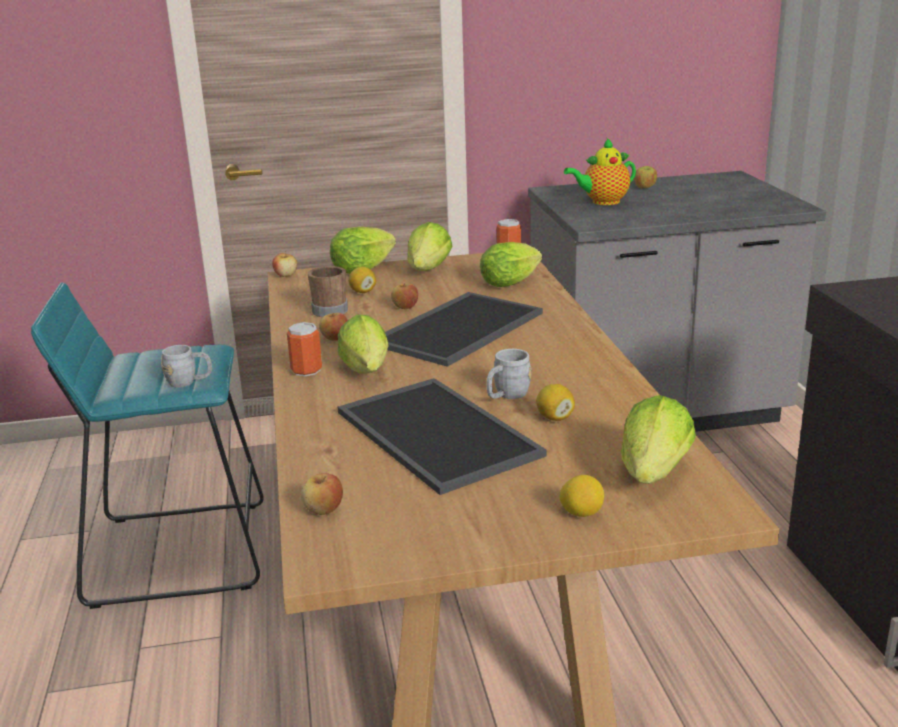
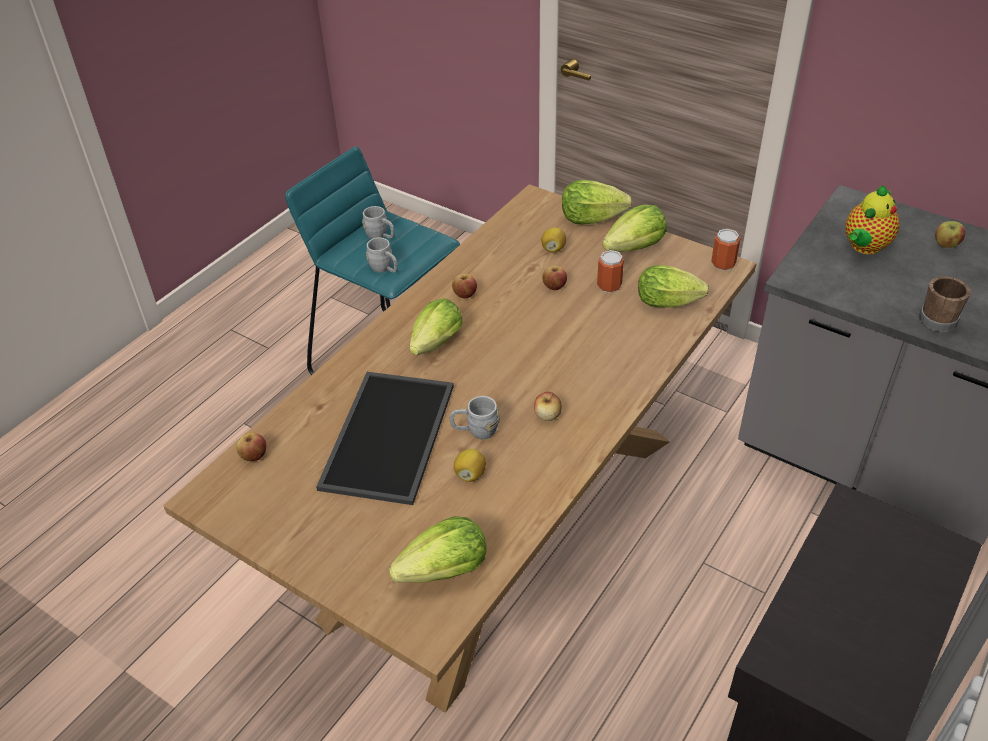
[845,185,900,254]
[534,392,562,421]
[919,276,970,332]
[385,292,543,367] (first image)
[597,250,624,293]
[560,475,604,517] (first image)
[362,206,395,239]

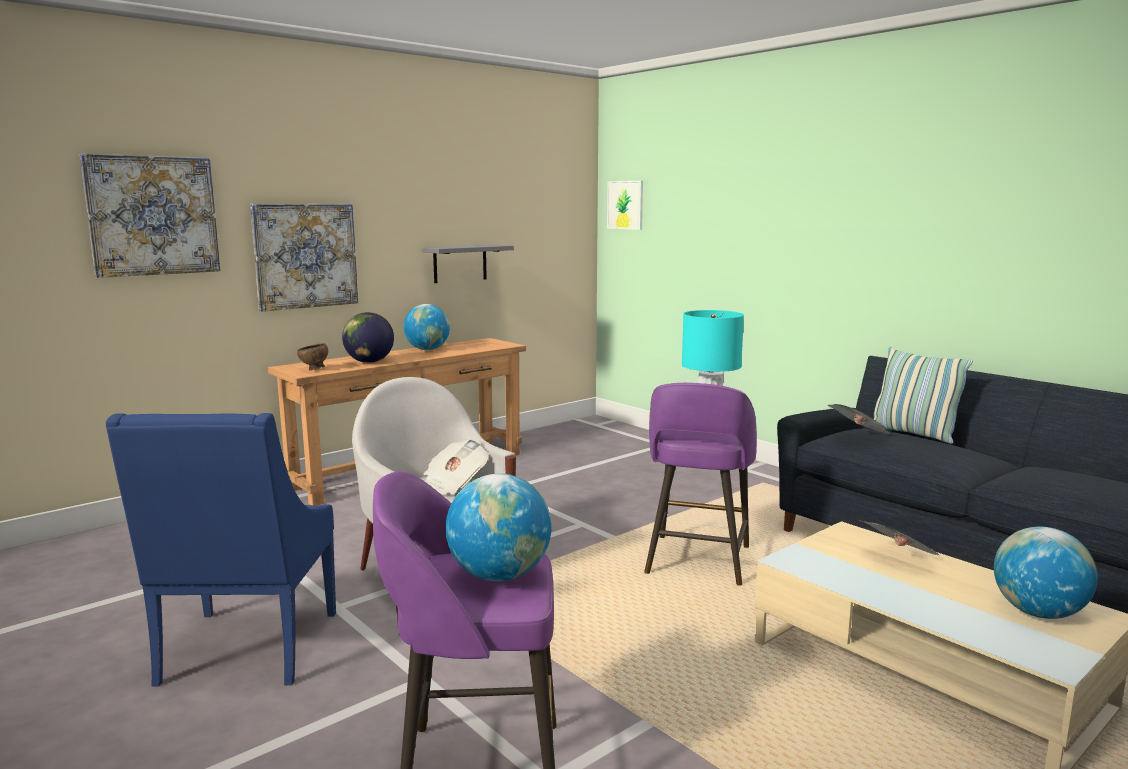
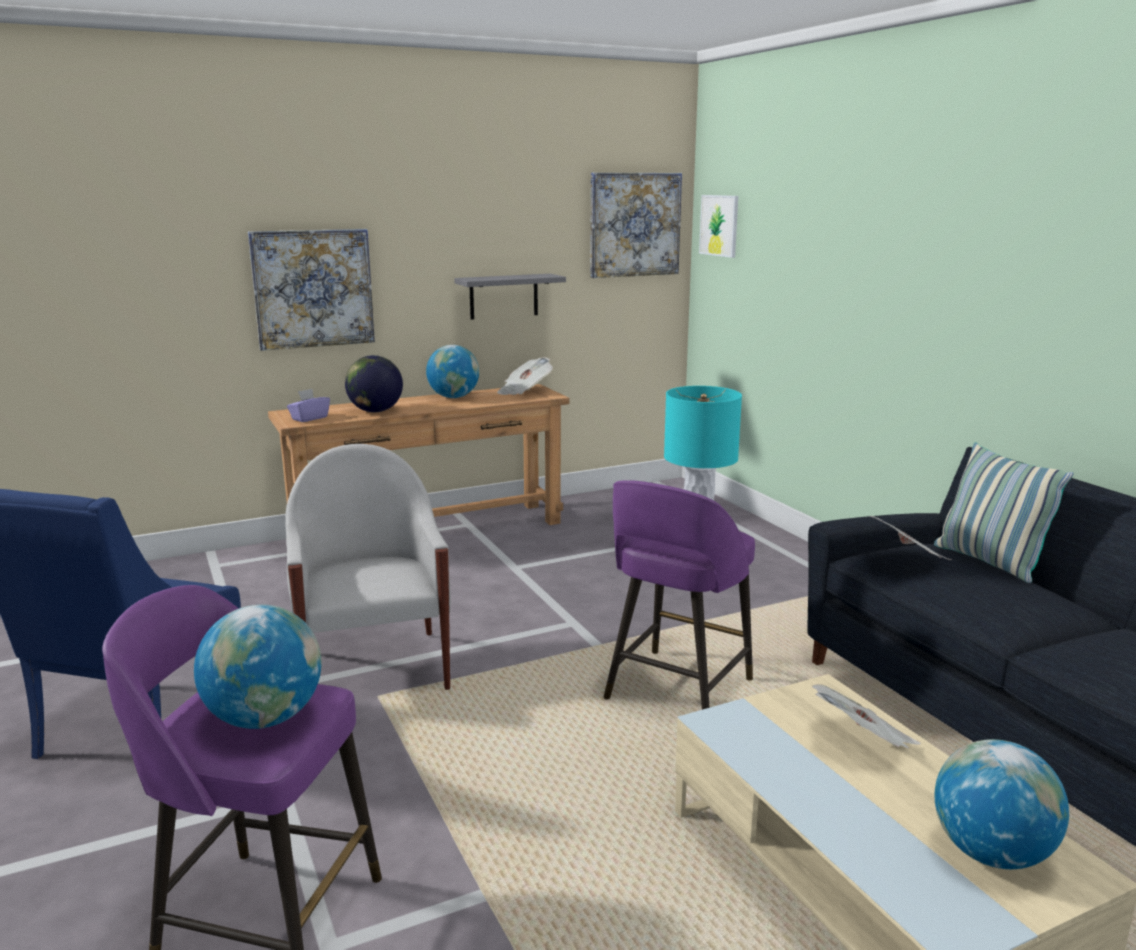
[590,173,682,278]
[287,389,330,422]
[497,357,553,395]

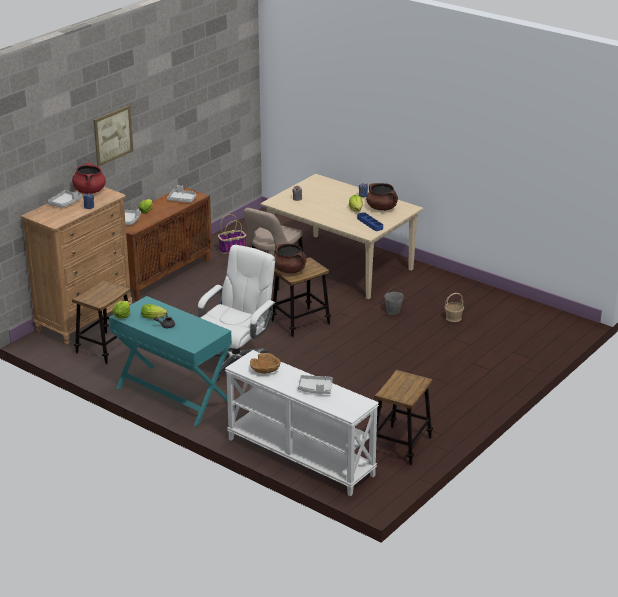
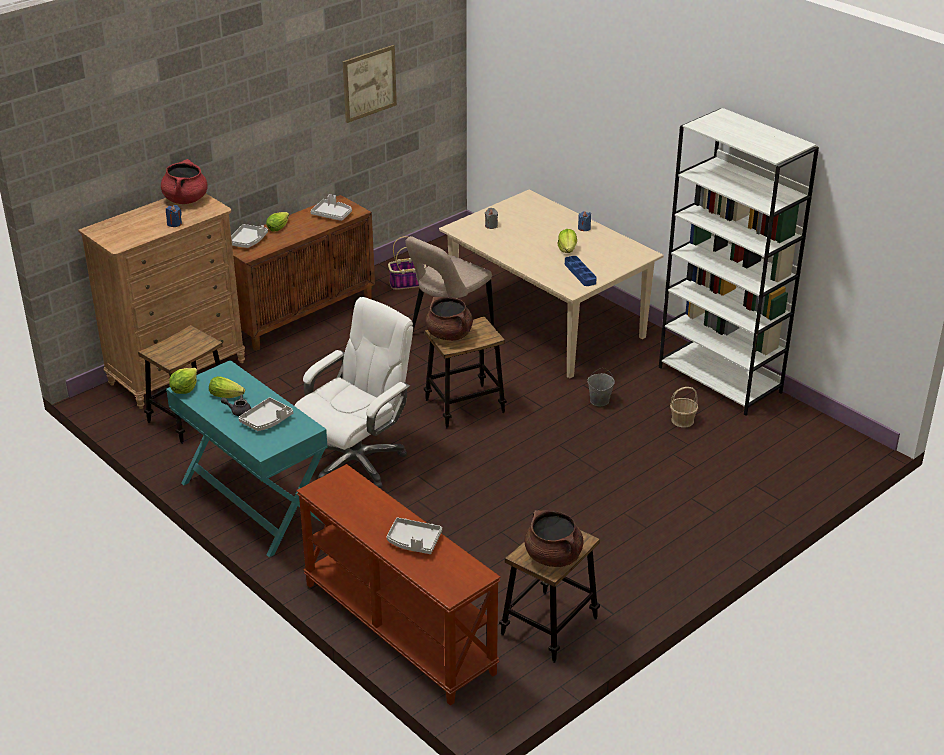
[343,45,397,123]
[524,510,583,567]
[238,397,293,431]
[297,464,501,706]
[250,353,281,374] (first image)
[659,108,819,415]

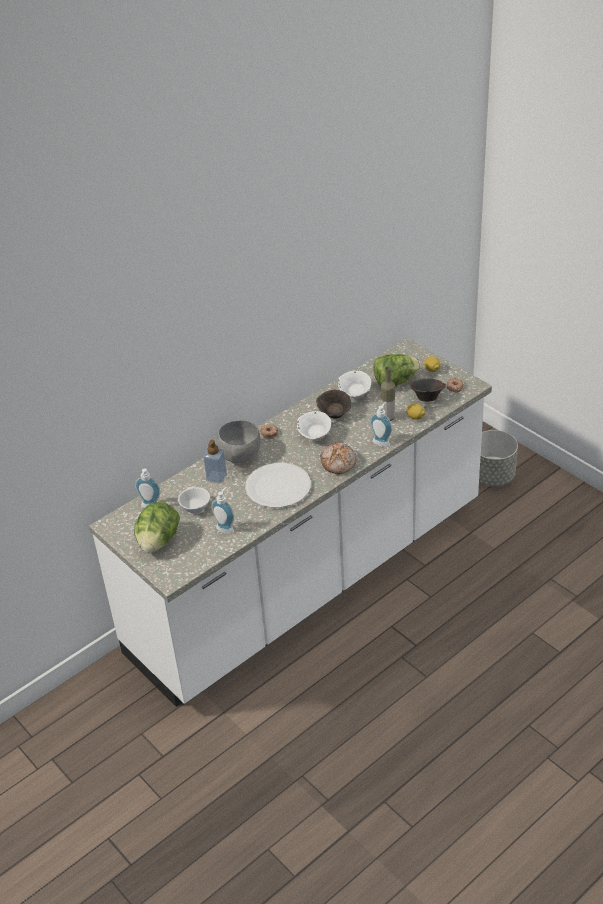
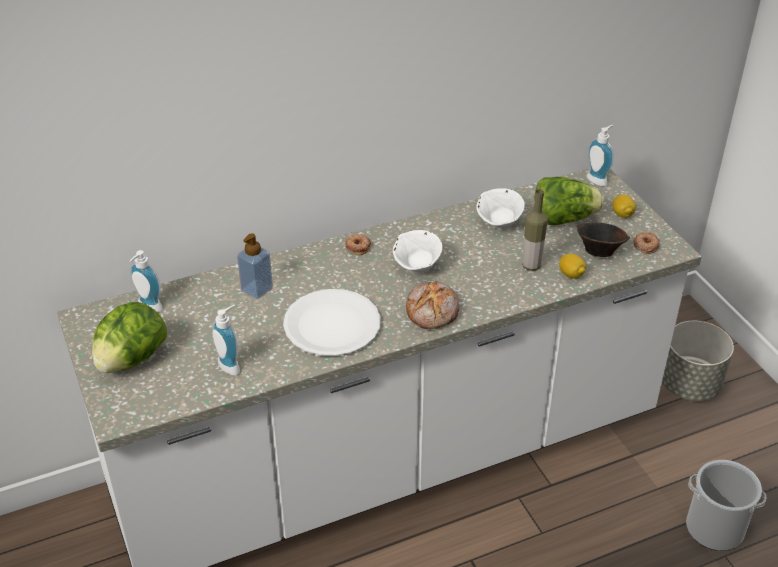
[316,390,351,418] (first image)
[587,125,614,186]
[216,420,261,463] (first image)
[178,487,210,514] (first image)
[686,460,766,551]

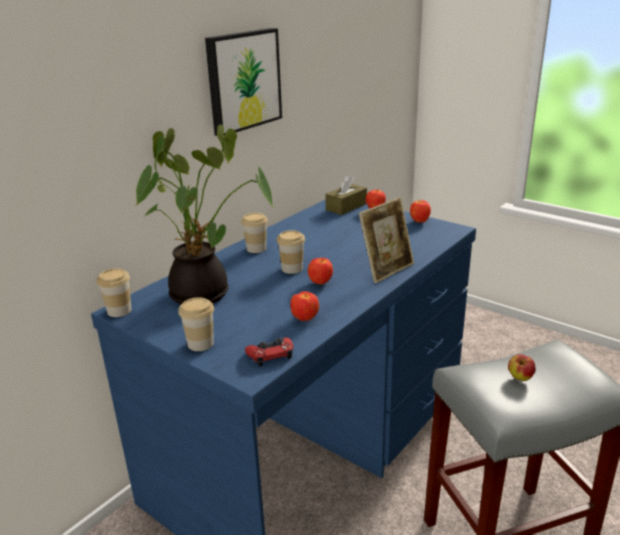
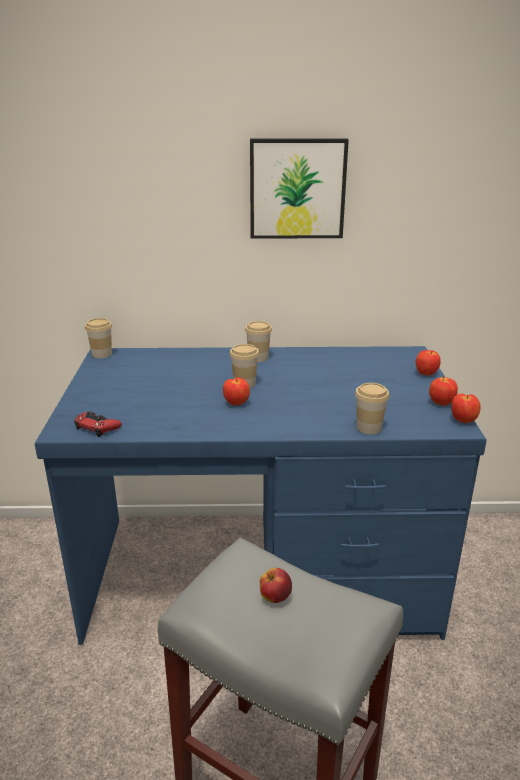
[136,124,274,305] (first image)
[325,175,367,215] (first image)
[359,197,414,283] (first image)
[451,393,481,423]
[355,383,389,434]

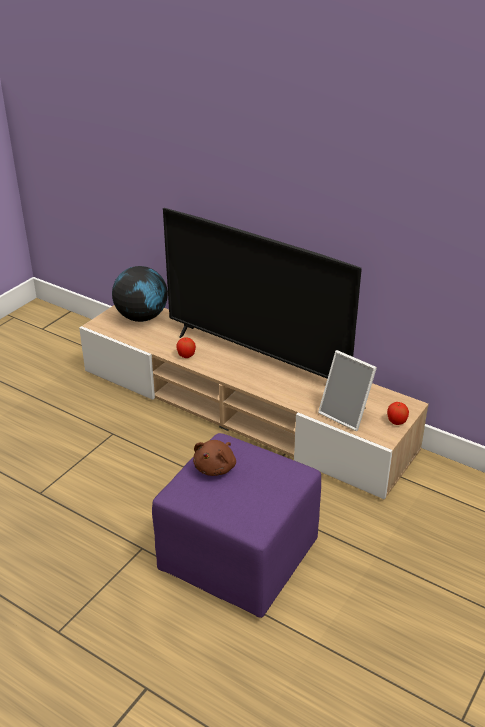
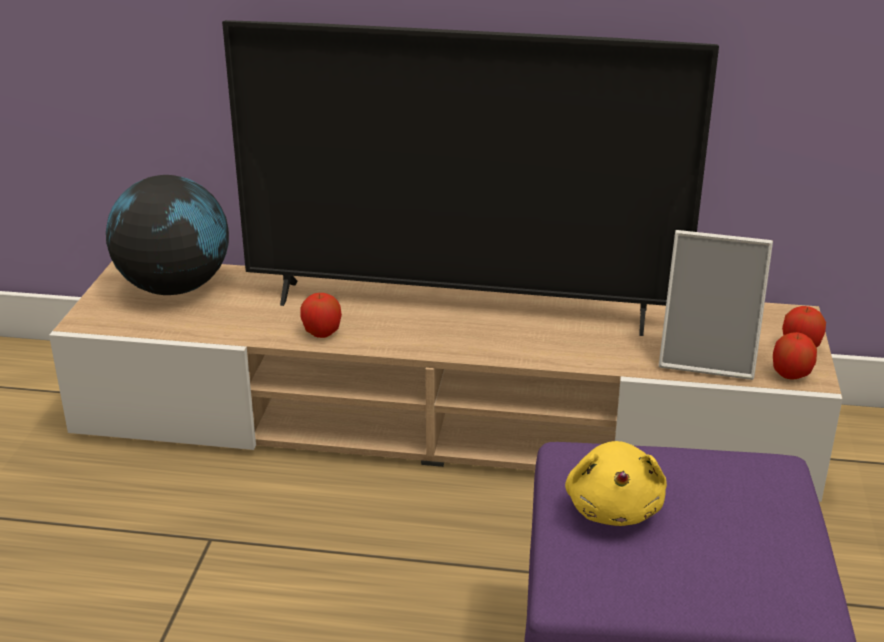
[565,441,667,526]
[773,332,817,380]

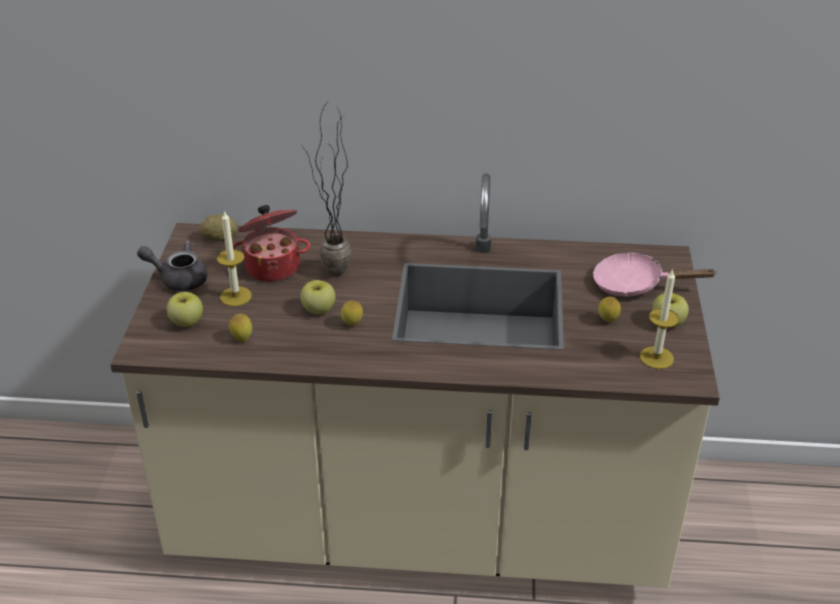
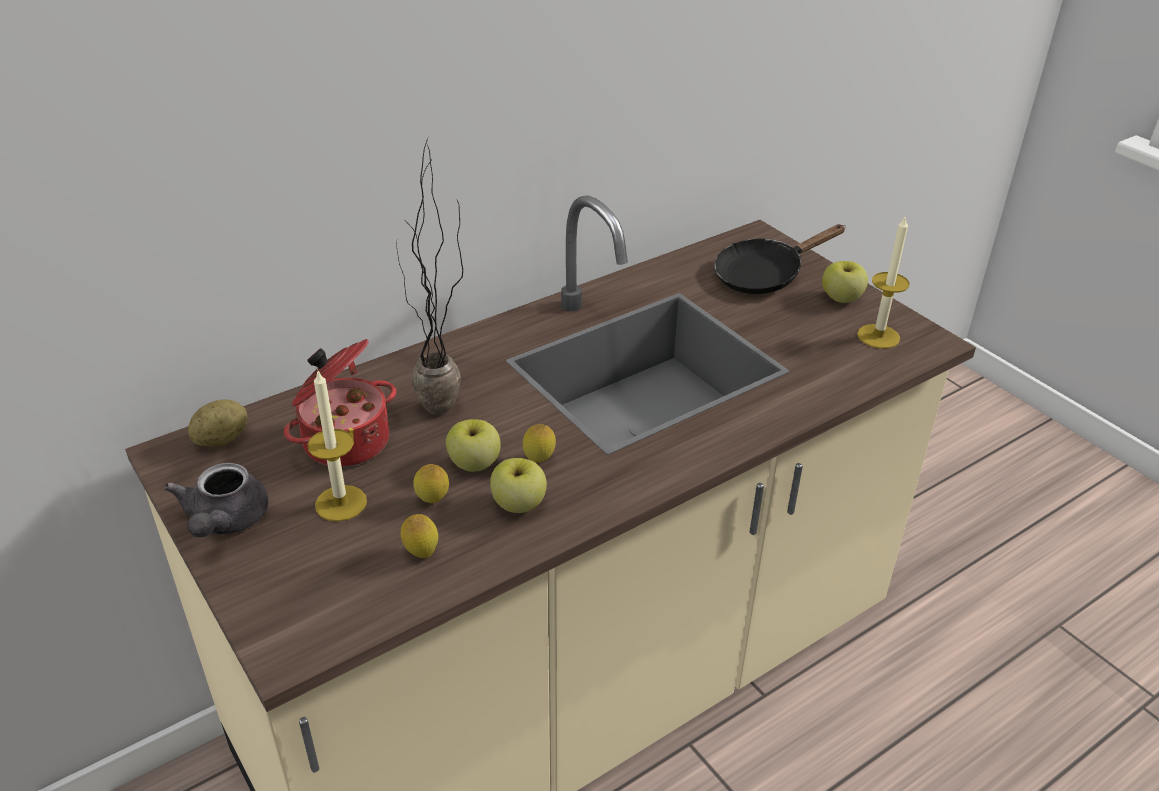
[164,463,268,538]
[714,224,846,294]
[490,458,547,513]
[414,464,449,503]

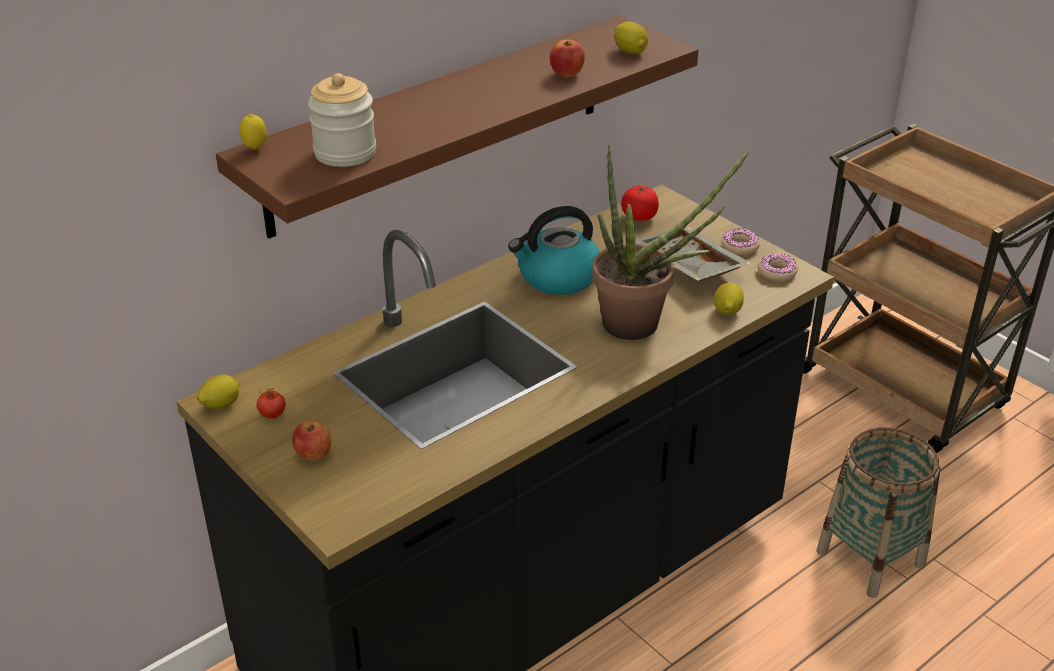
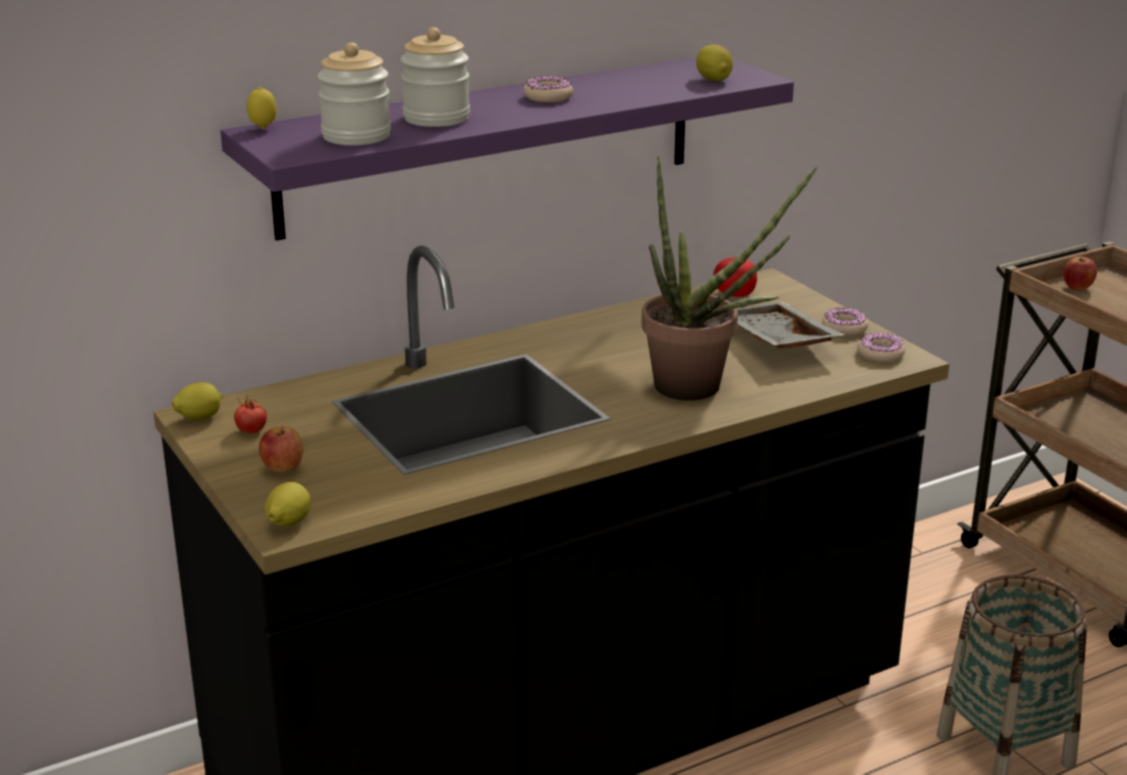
[220,57,794,241]
[1063,257,1097,291]
[508,206,600,295] (first image)
[265,482,311,527]
[400,27,470,127]
[523,76,573,103]

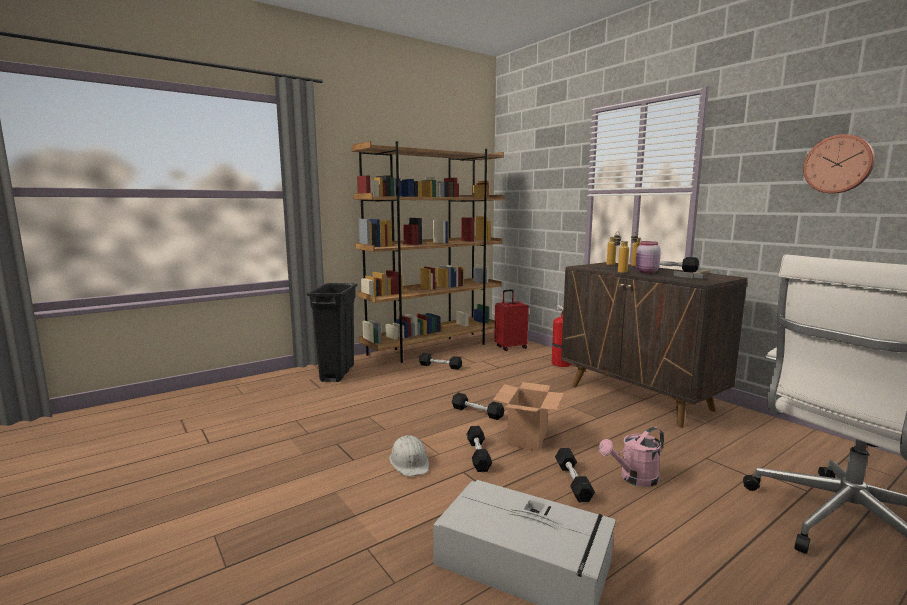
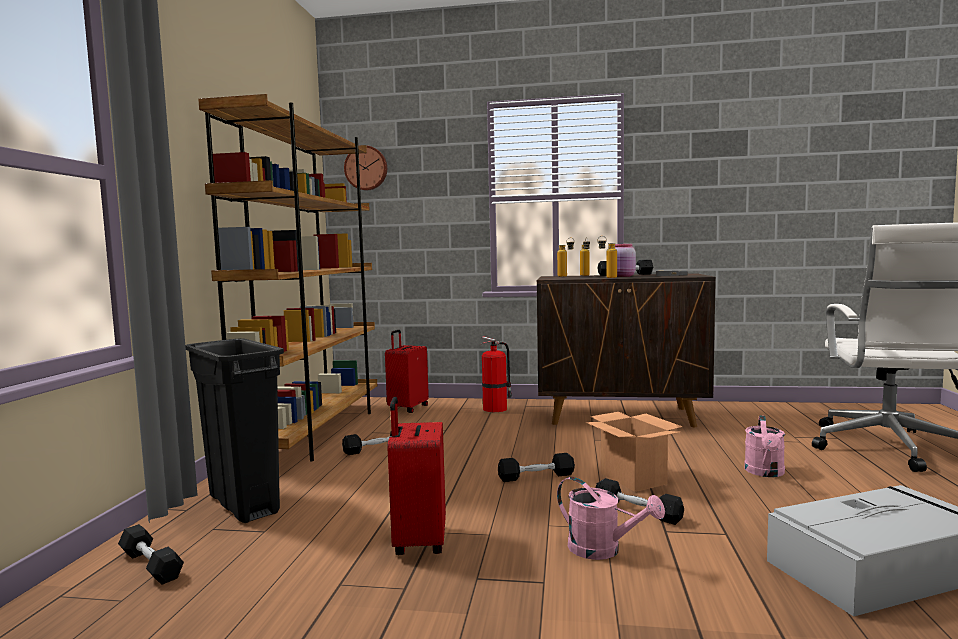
[344,146,387,190]
[557,477,665,560]
[118,524,184,585]
[387,397,446,555]

